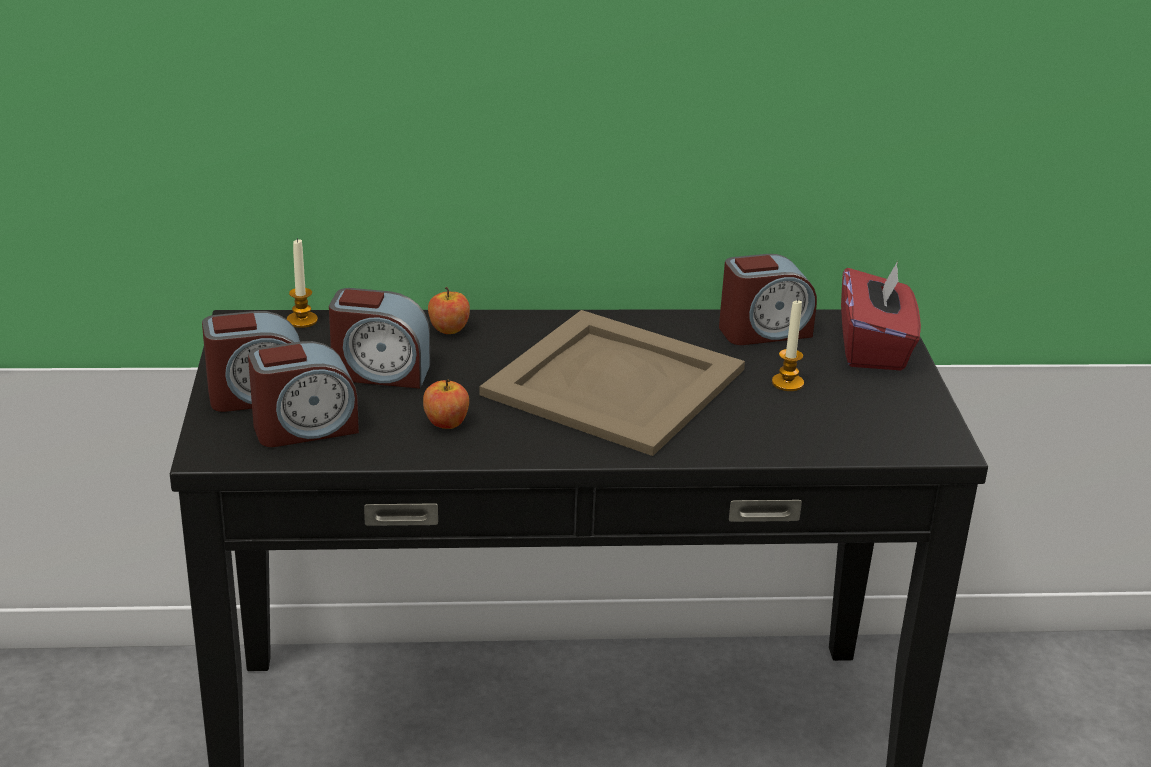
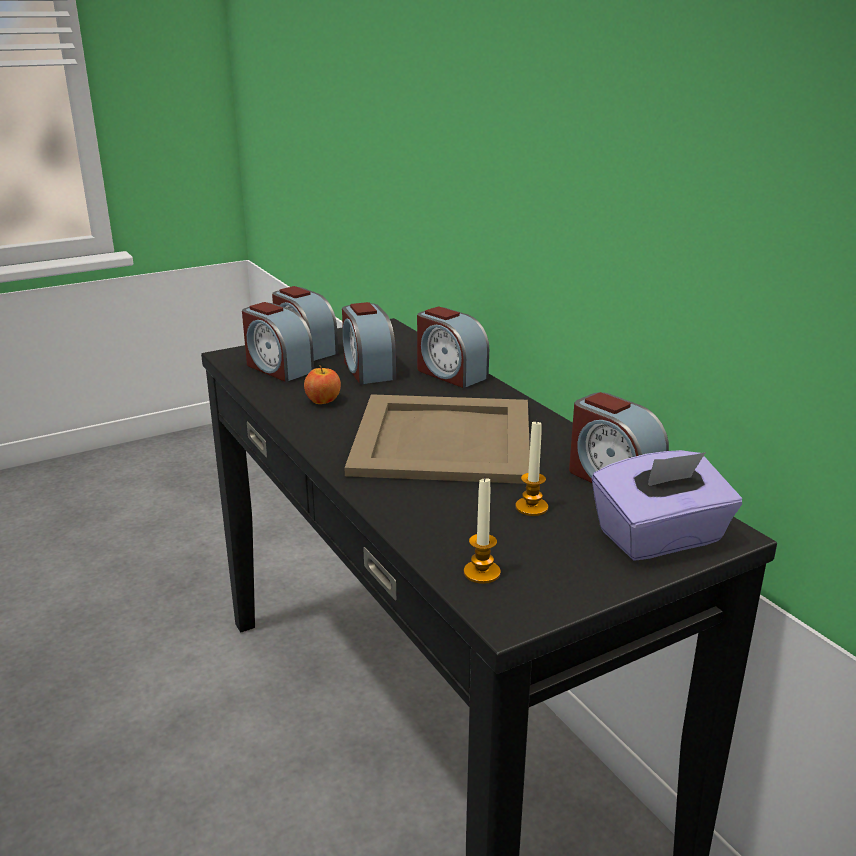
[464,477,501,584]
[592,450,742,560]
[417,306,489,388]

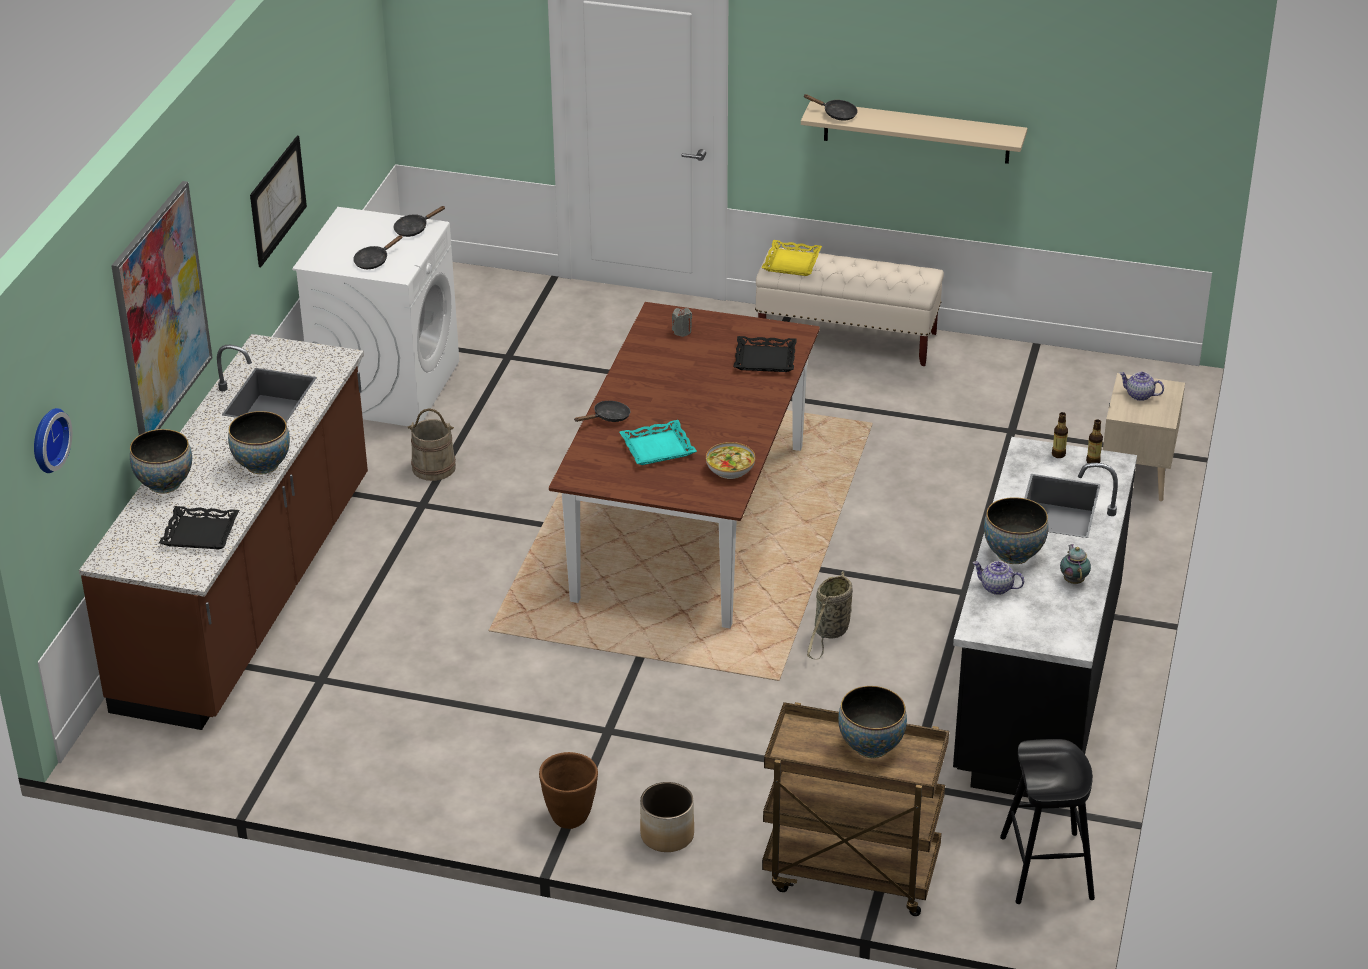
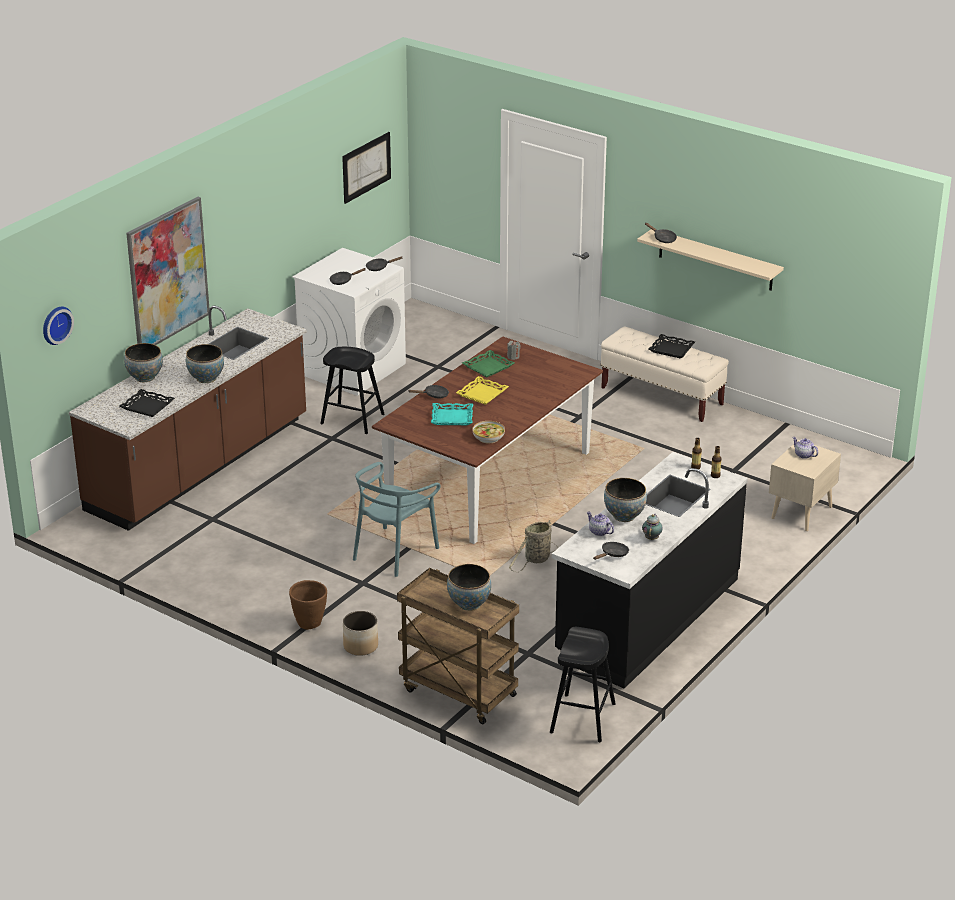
[342,132,391,204]
[456,376,509,405]
[649,334,695,359]
[320,347,385,434]
[462,350,515,377]
[353,462,441,577]
[593,542,629,560]

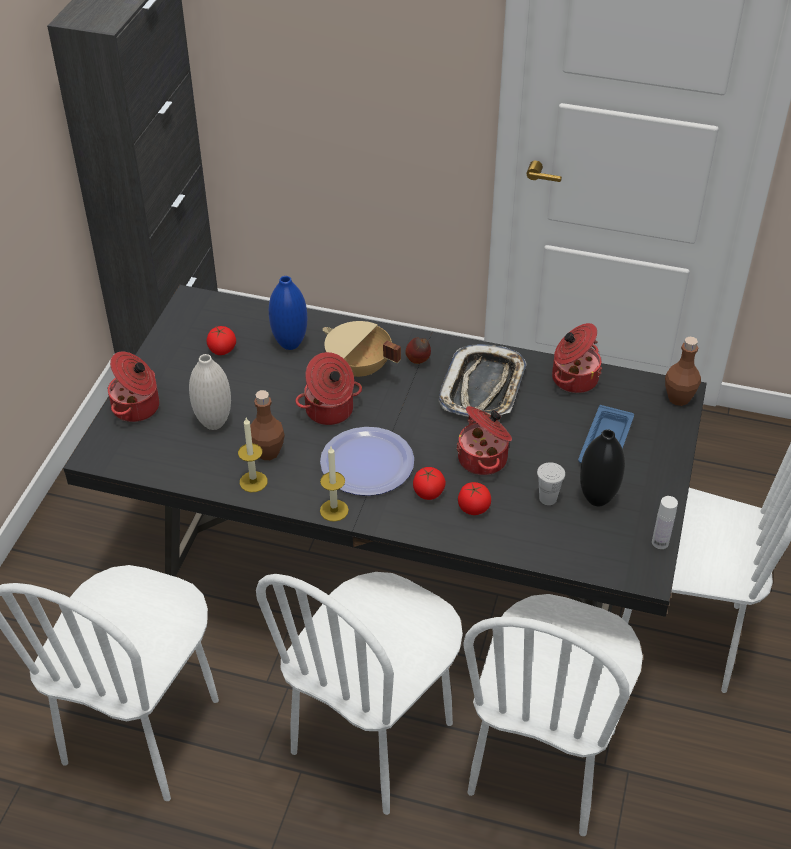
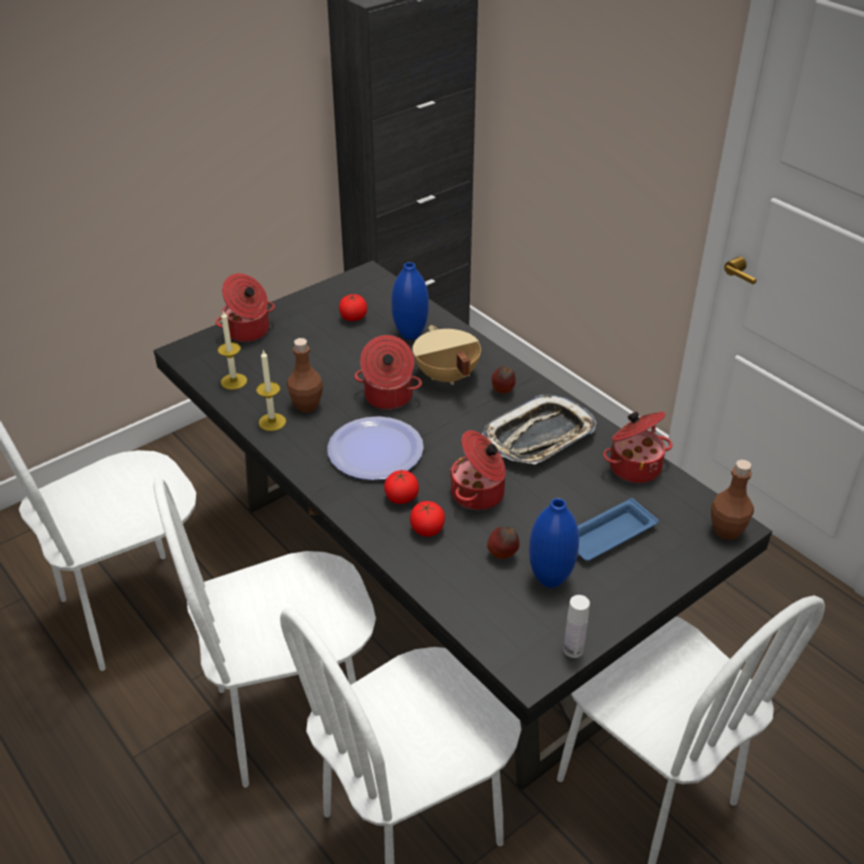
[189,354,231,430] (first image)
[529,498,579,588]
[218,310,247,390]
[487,527,520,559]

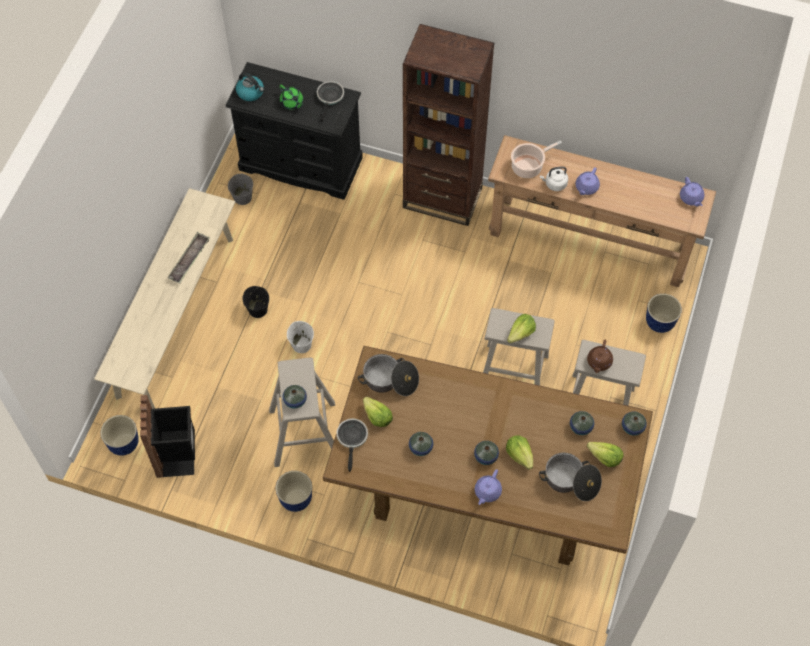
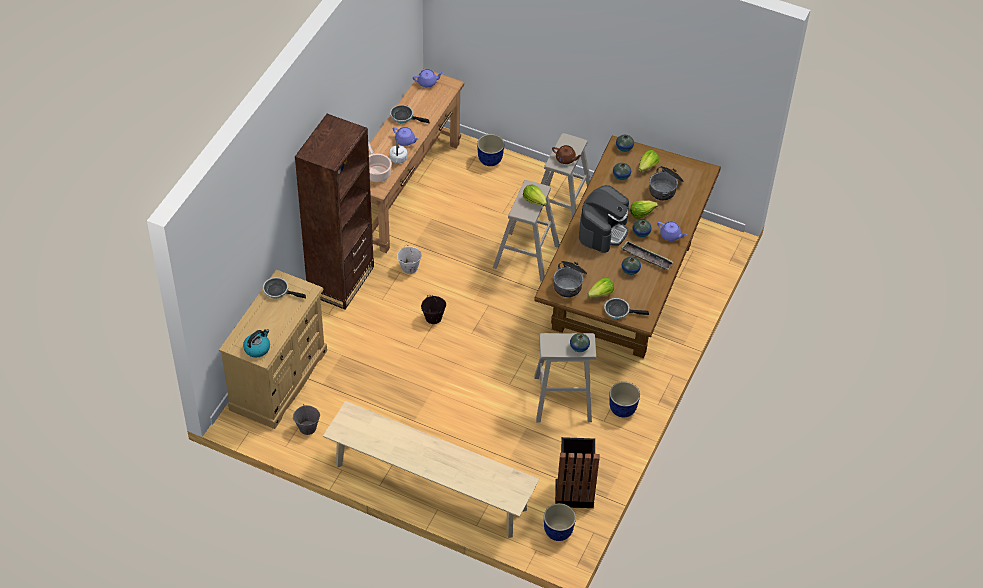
[219,270,327,429]
[280,85,304,110] (first image)
[621,241,674,270]
[421,295,446,324]
[397,244,422,274]
[390,105,429,123]
[579,185,629,253]

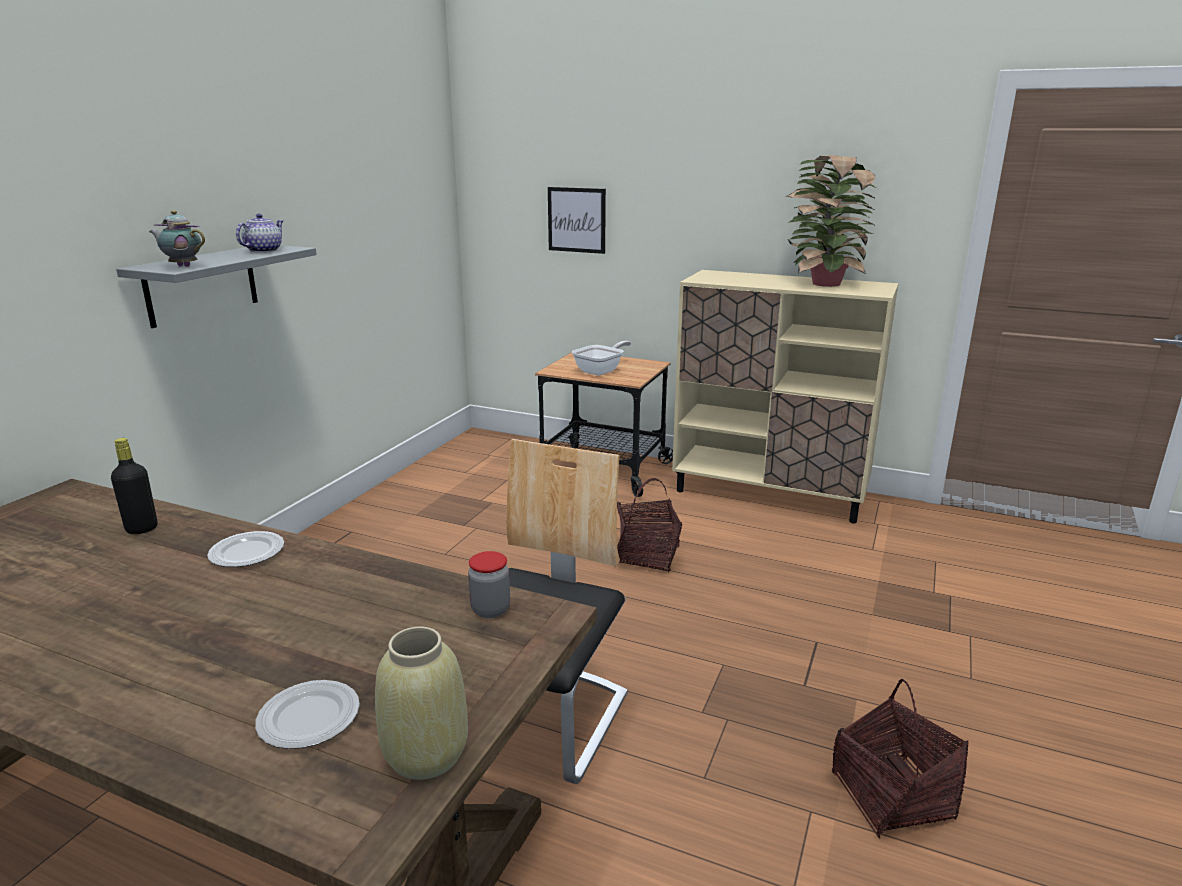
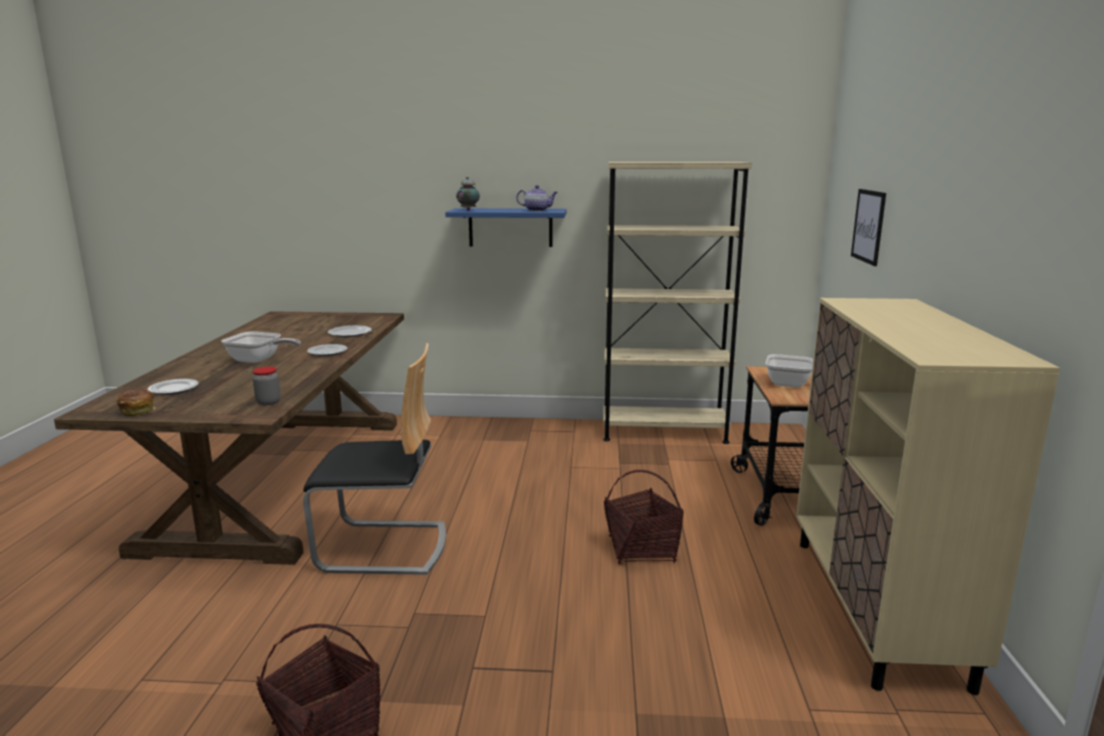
[786,155,878,287] (first image)
[445,208,567,247]
[328,325,372,337]
[117,389,156,417]
[603,162,752,444]
[221,331,301,363]

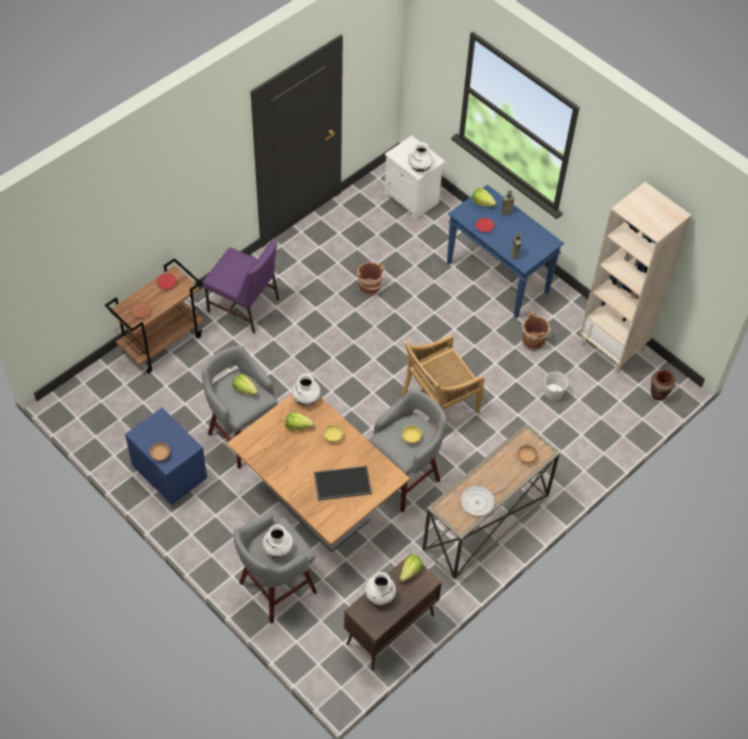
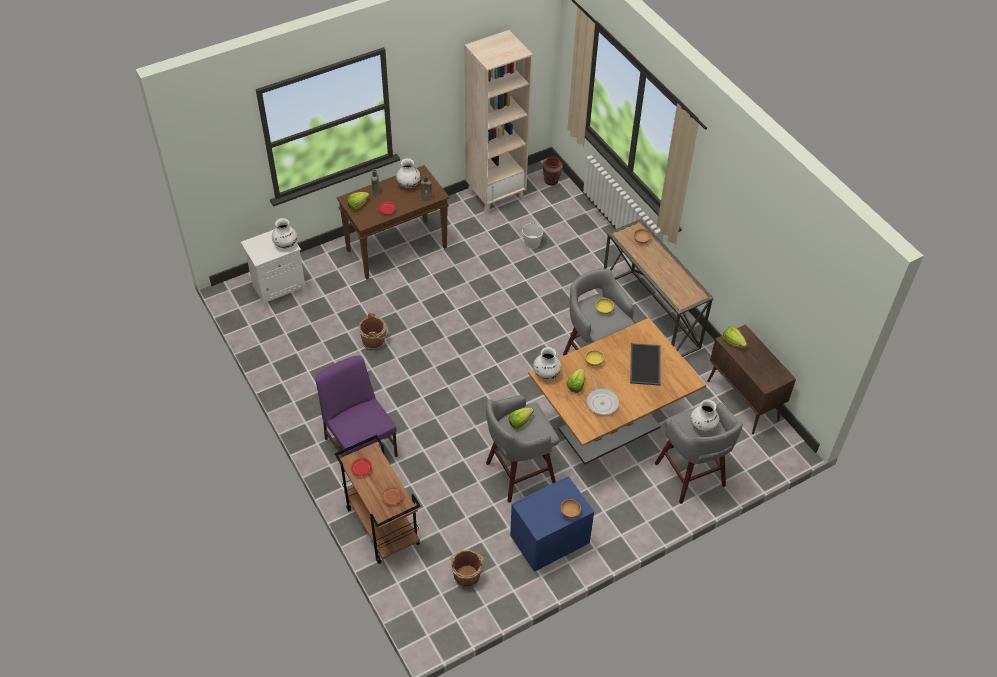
[337,165,450,280]
[315,355,398,457]
[449,550,484,588]
[402,335,484,429] (first image)
[587,375,619,415]
[396,158,420,188]

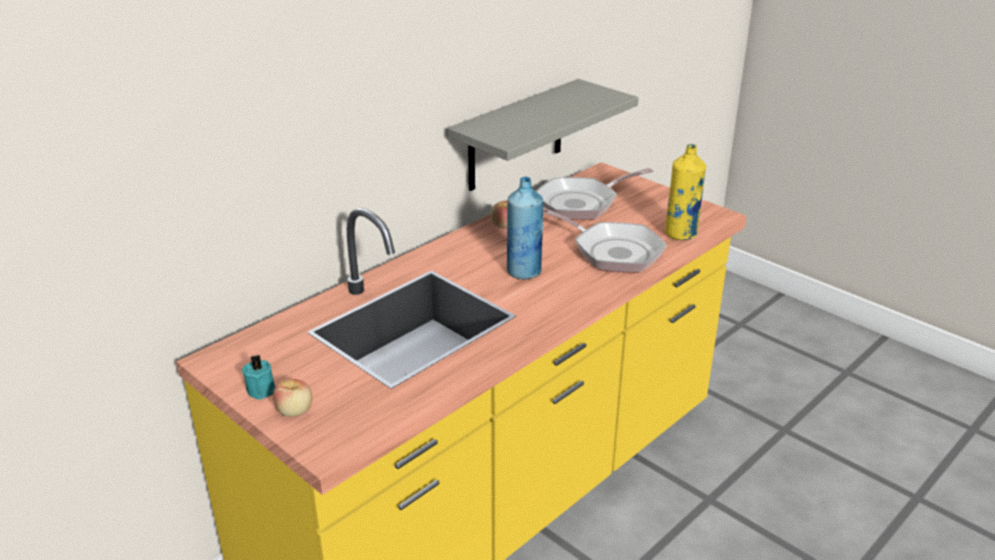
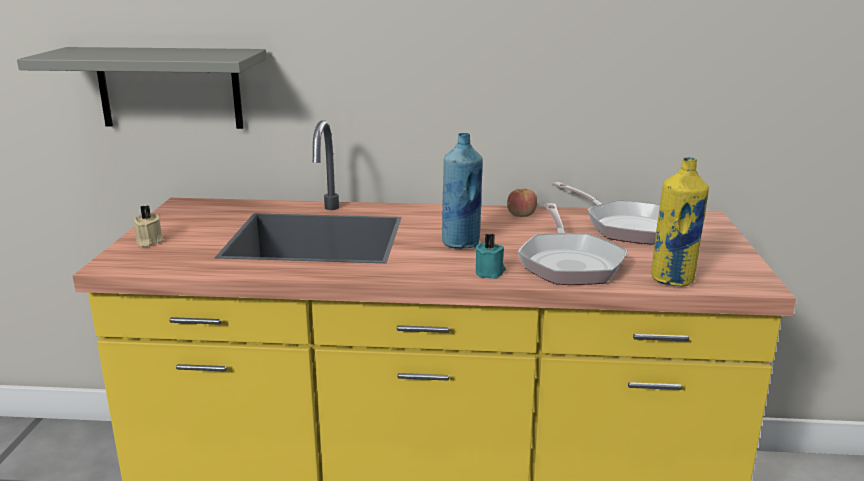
[17,47,267,129]
[552,182,660,245]
[475,234,506,279]
[134,205,163,247]

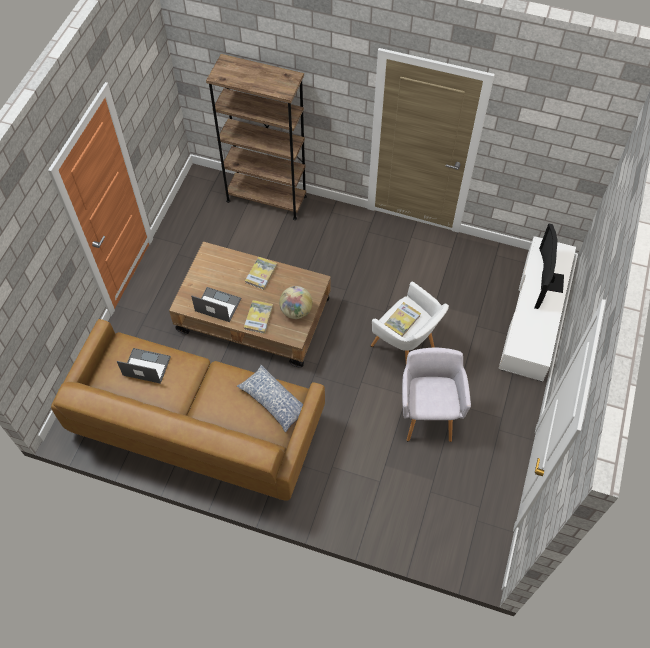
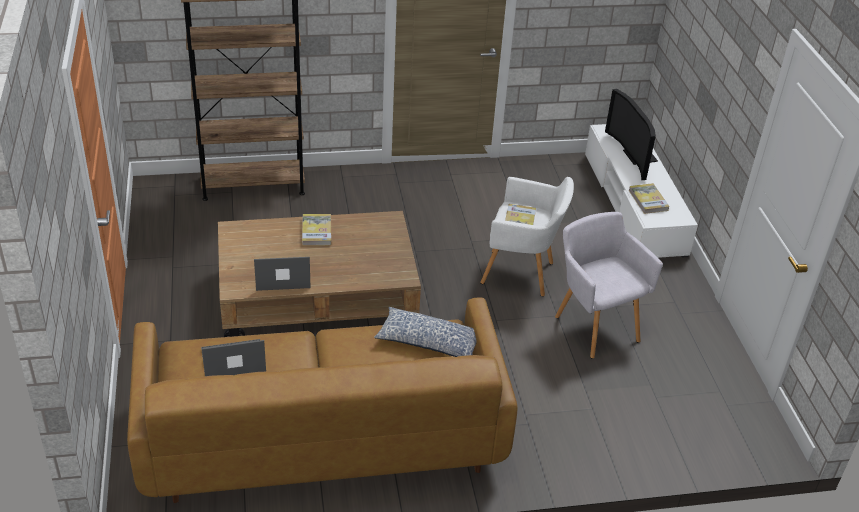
[279,286,313,319] (first image)
[629,183,669,214]

